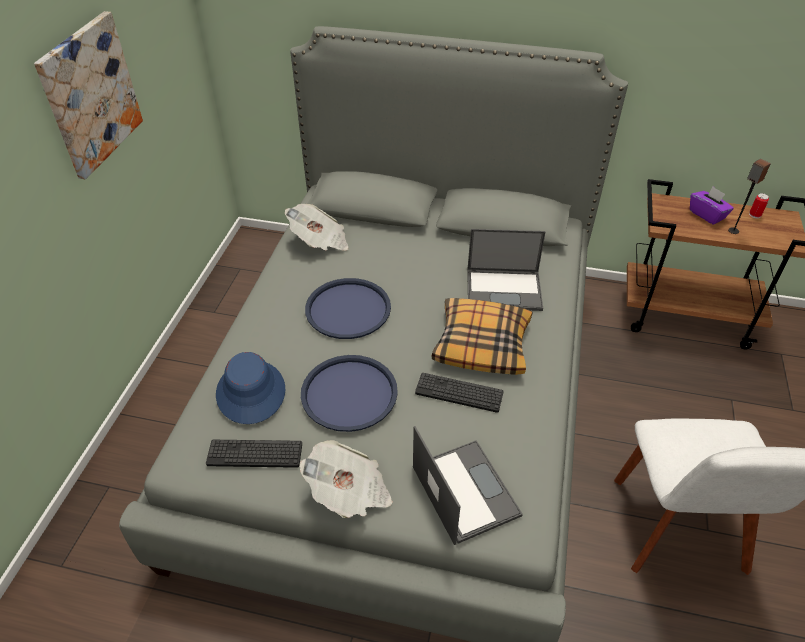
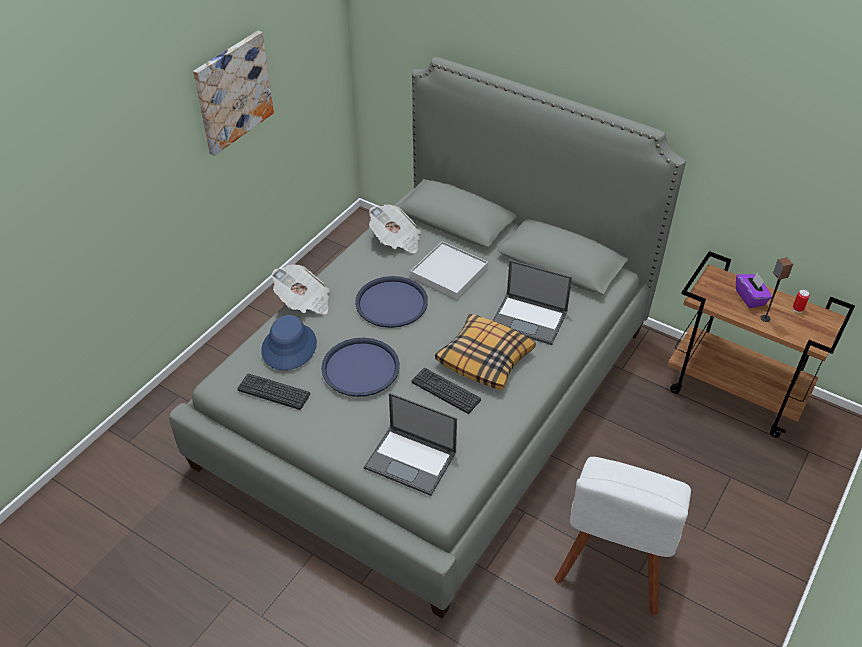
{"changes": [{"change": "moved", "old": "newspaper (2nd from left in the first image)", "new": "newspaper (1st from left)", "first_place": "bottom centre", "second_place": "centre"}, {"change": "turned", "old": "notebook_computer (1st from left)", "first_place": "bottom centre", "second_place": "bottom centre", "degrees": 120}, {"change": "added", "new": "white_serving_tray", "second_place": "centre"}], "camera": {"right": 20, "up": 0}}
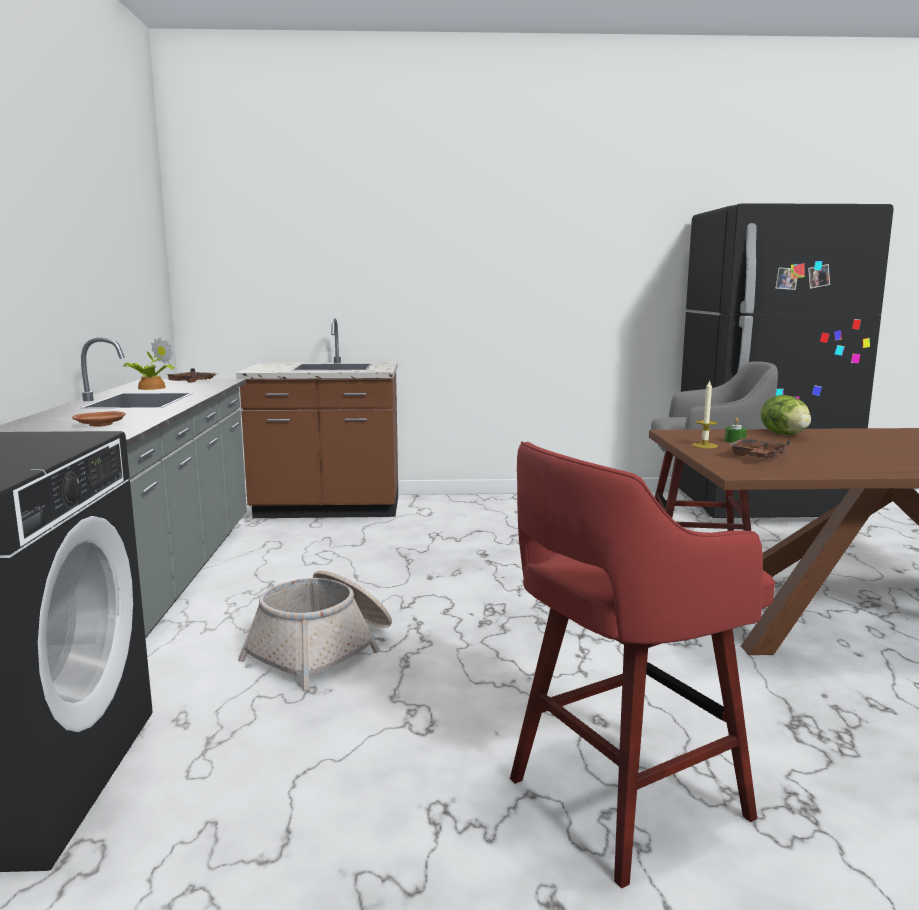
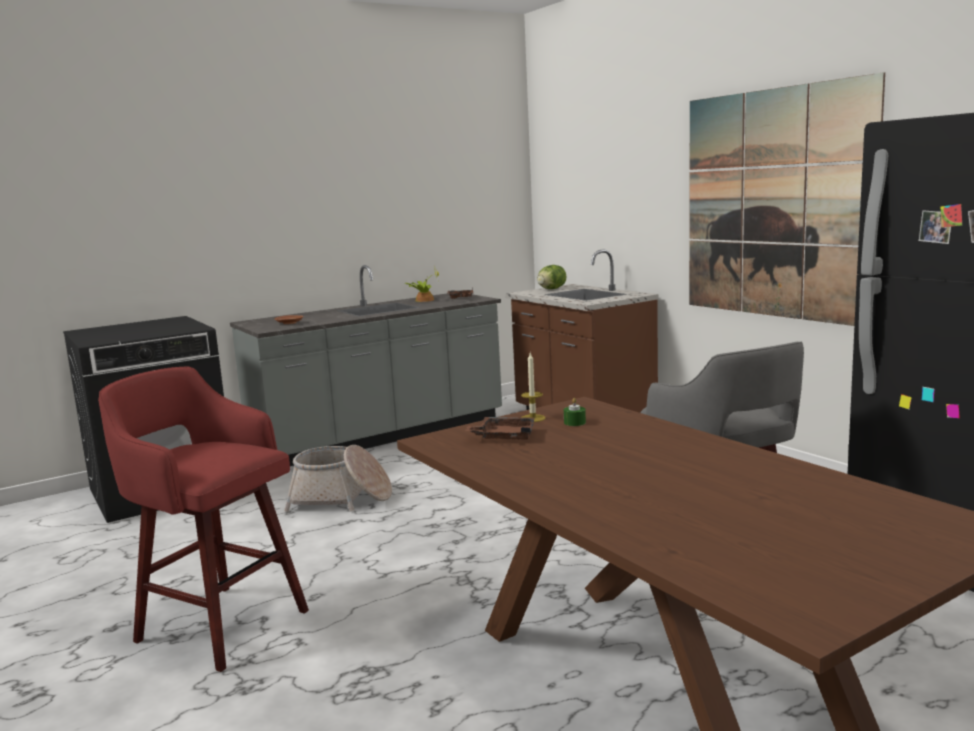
{"changes": [{"change": "moved", "old": "lettuce", "first_place": "middle right", "second_place": "centre"}, {"change": "added", "new": "picture", "second_place": "top right"}], "camera": {"right": 60, "up": 0}}
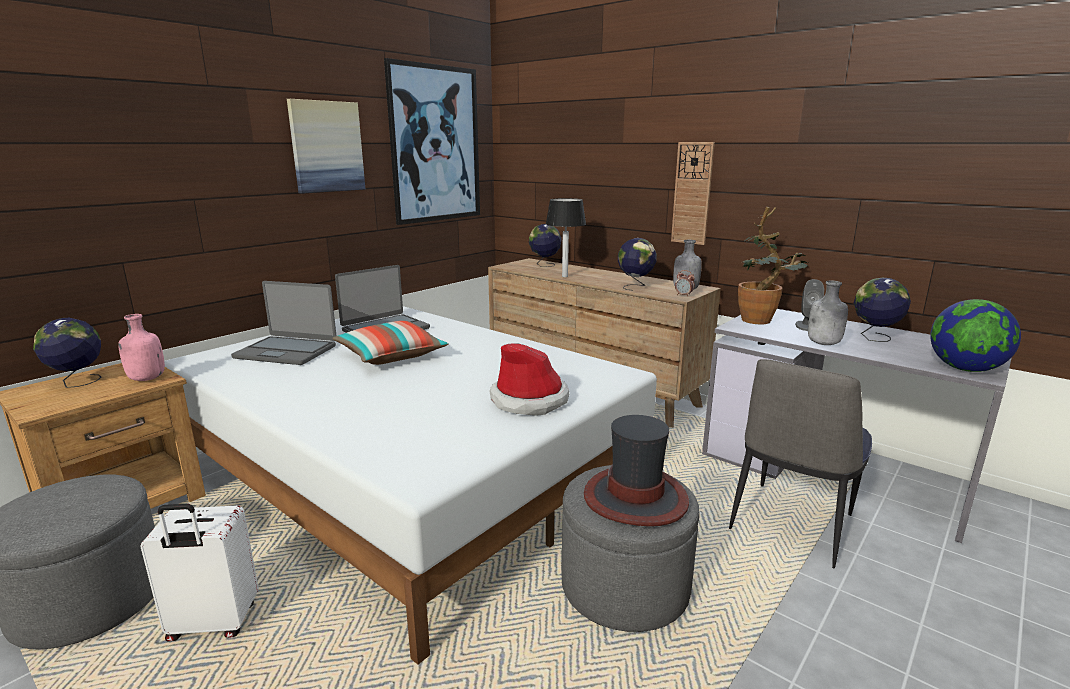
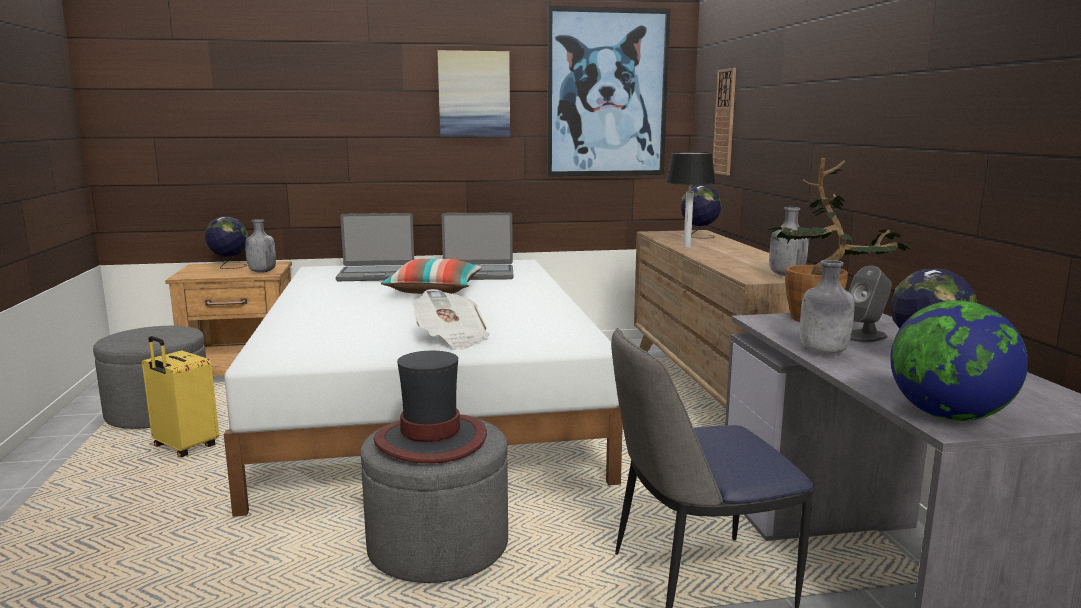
{"changes": [{"change": "recoloured", "old": "pink_beverage_bottle", "new": "grey_beverage_bottle (1st from left)", "first_place": "middle left", "second_place": "middle left"}, {"change": "recoloured", "old": "white_suitcase", "new": "yellow-coloured_suitcase", "first_place": "bottom left", "second_place": "middle left"}, {"change": "turned", "old": "notebook_computer (1st from left)", "first_place": "middle left", "second_place": "centre", "degrees": -60}, {"change": "replaced", "old": "clothing_hat (1st from left)", "new": "newspaper", "first_place": "centre", "second_place": "centre"}, {"change": "removed", "old": "globe (3rd from left)", "first_place": "centre"}, {"change": "moved", "old": "clock_on_the_wall", "first_place": "top centre", "second_place": "top right"}, {"change": "removed", "old": "bedside_clock", "first_place": "centre"}], "camera": {"right": 40, "up": -5}}
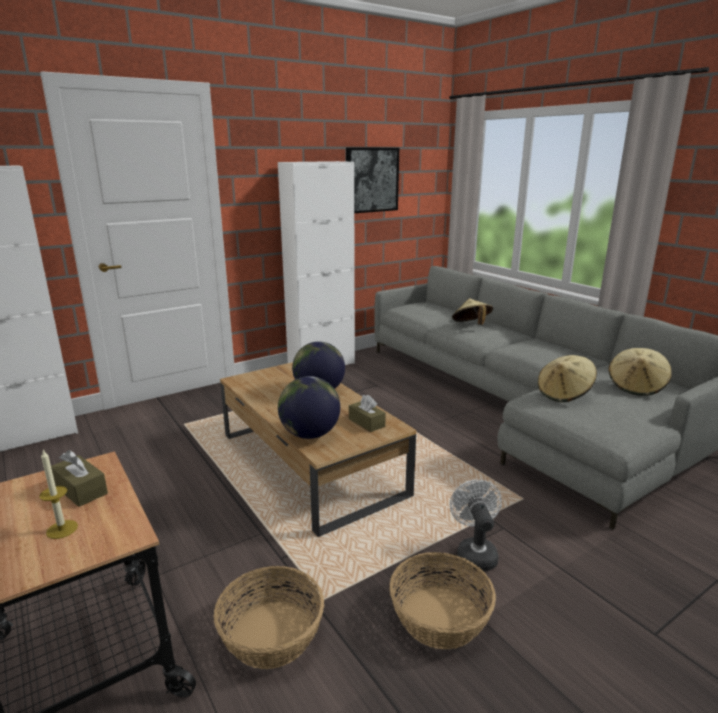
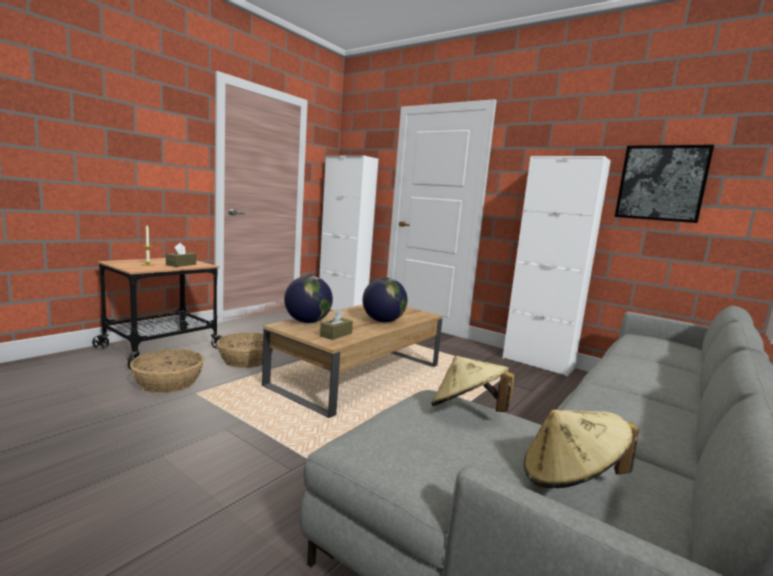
{"changes": [{"change": "moved", "old": "basket (2nd from left)", "first_place": "bottom centre", "second_place": "middle left"}, {"change": "removed", "old": "white_fan", "first_place": "bottom centre"}, {"change": "removed", "old": "beige-coloured_clothing_hat (1st from left)", "first_place": "centre"}], "camera": {"right": 70, "up": -10}}
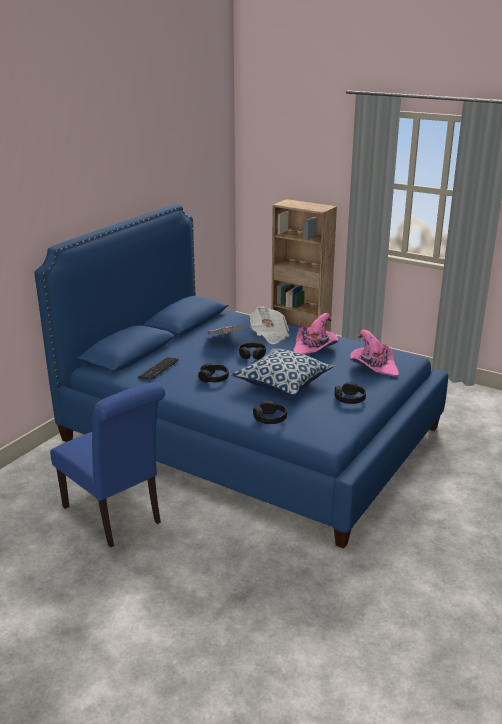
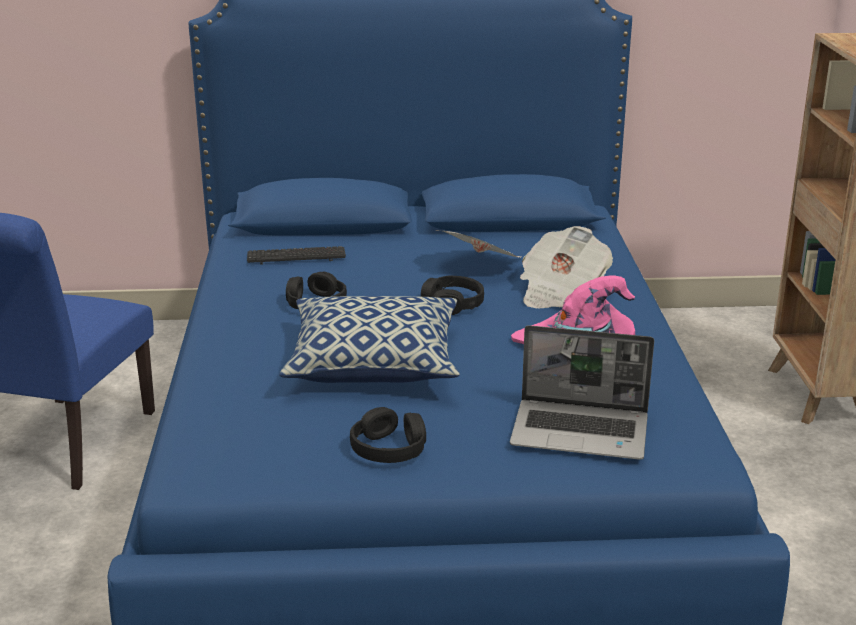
{"changes": [{"change": "removed", "old": "black-coloured_headset (3rd from left)", "first_place": "centre"}, {"change": "replaced", "old": "pink_clothing_hat (2nd from left)", "new": "notebook_computer", "first_place": "middle right", "second_place": "middle right"}], "camera": {"right": 55, "up": 0}}
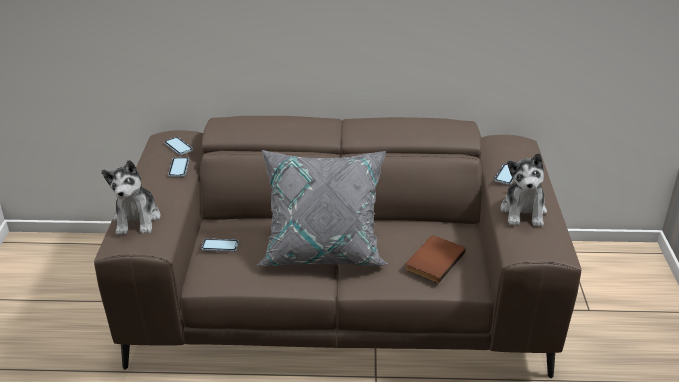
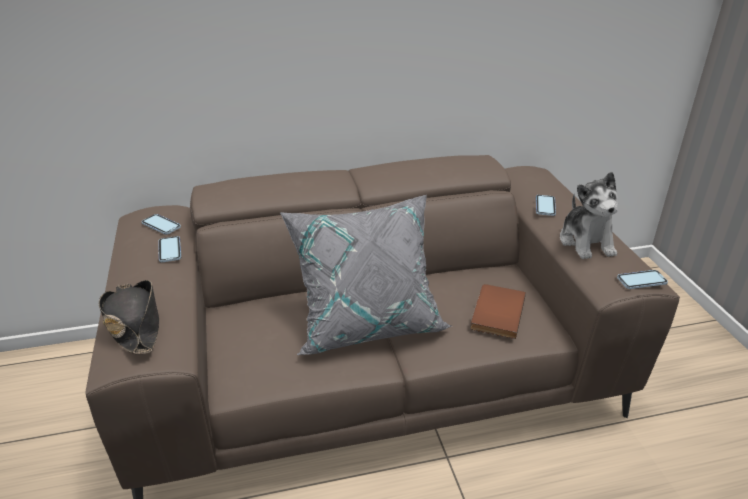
{"changes": [{"change": "replaced", "old": "soft_toy (1st from left)", "new": "black-coloured_clothing_hat", "first_place": "middle left", "second_place": "middle left"}, {"change": "moved", "old": "telephone (3rd from left in the first image)", "new": "telephone (4th from left)", "first_place": "middle left", "second_place": "middle right"}], "camera": {"right": -15, "up": 0}}
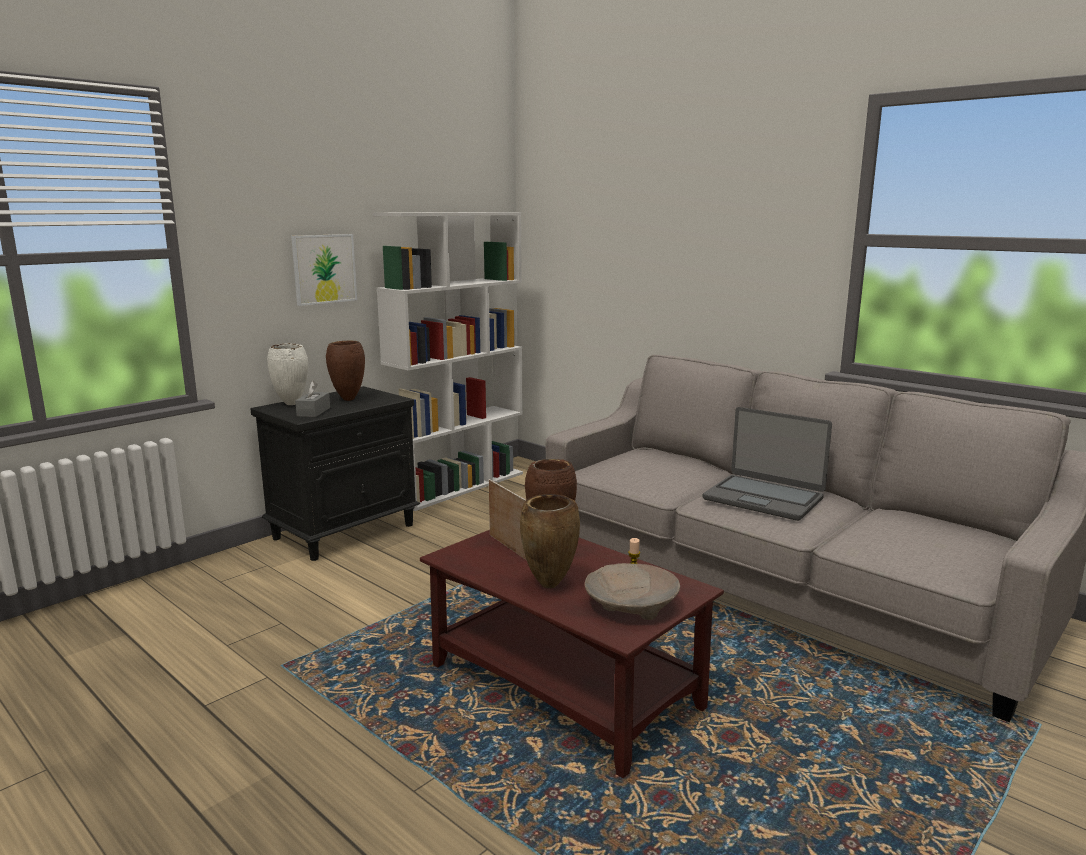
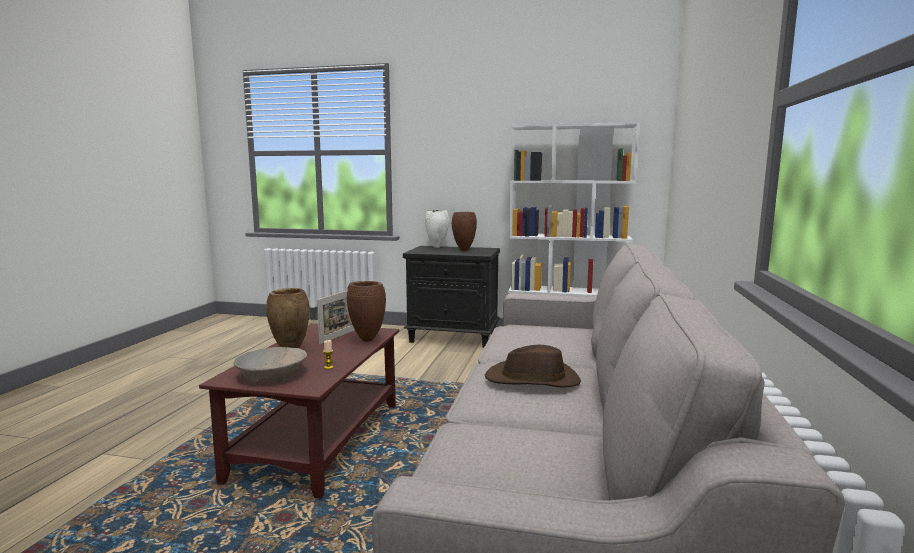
{"changes": [{"change": "removed", "old": "picture", "first_place": "top left"}, {"change": "removed", "old": "grey_box_of_tissues", "first_place": "middle left"}, {"change": "replaced", "old": "notebook_computer", "new": "brown_clothing_hat", "first_place": "middle right", "second_place": "centre"}], "camera": {"right": 60, "up": -5}}
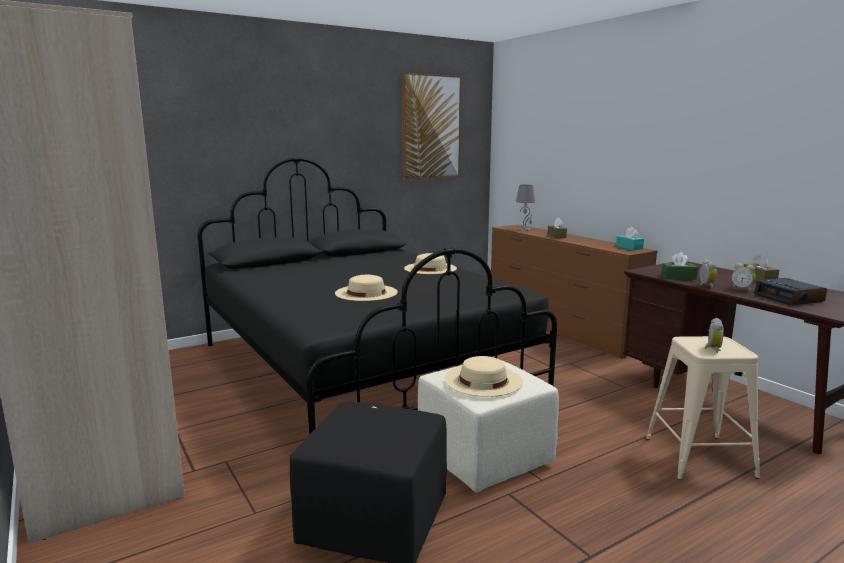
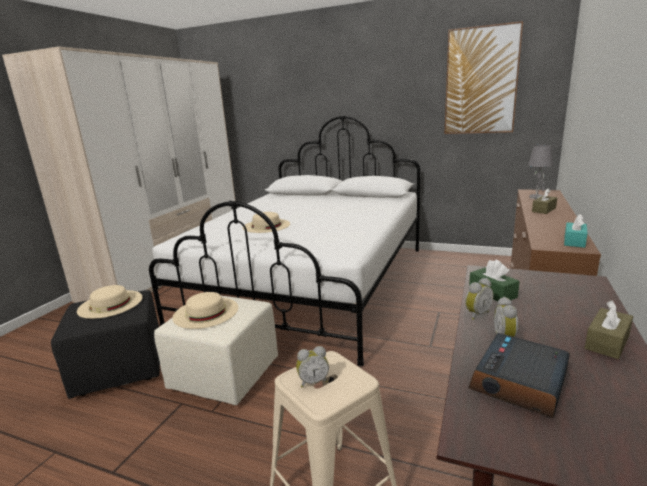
{"changes": [{"change": "recoloured", "old": "black-coloured_sleeping_bed", "new": "white_sleeping_bed", "first_place": "centre", "second_place": "centre"}, {"change": "moved", "old": "beige-coloured_clothing_hat (2nd from left in the first image)", "new": "beige-coloured_clothing_hat (1st from left)", "first_place": "centre", "second_place": "middle left"}], "camera": {"right": 55, "up": 5}}
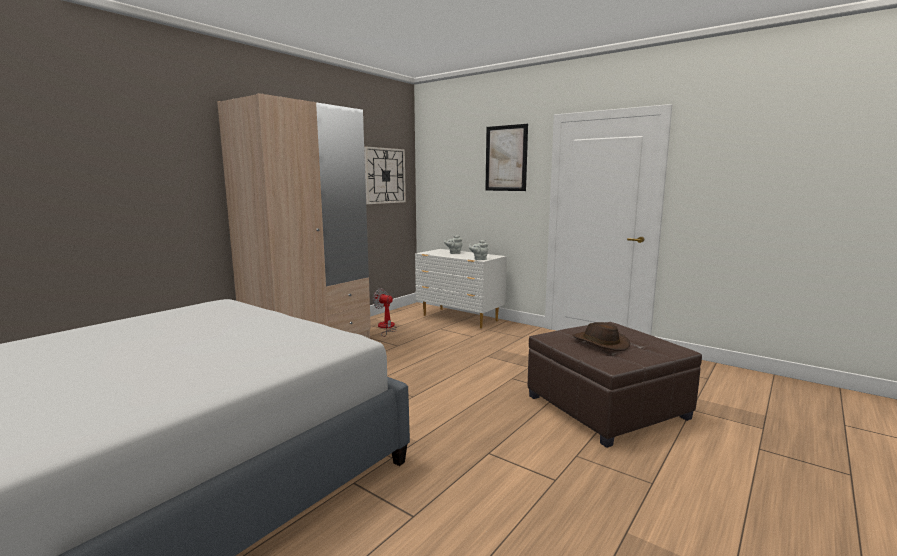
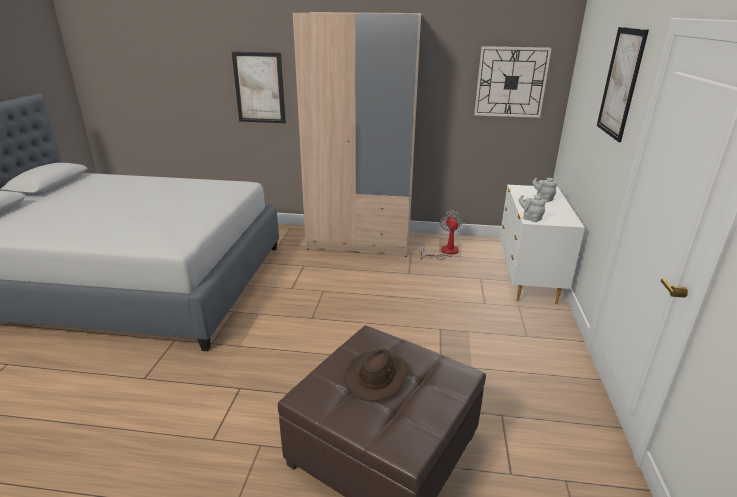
{"changes": [{"change": "added", "new": "picture (1st from left)", "second_place": "top centre"}], "camera": {"right": 60, "up": 15}}
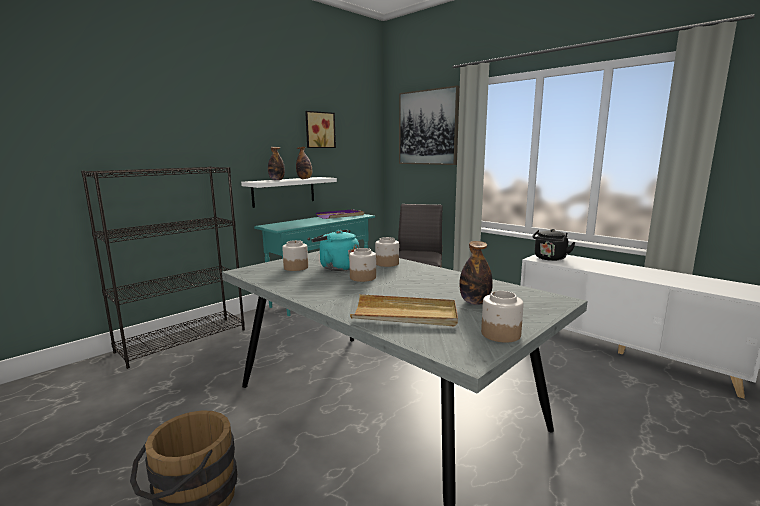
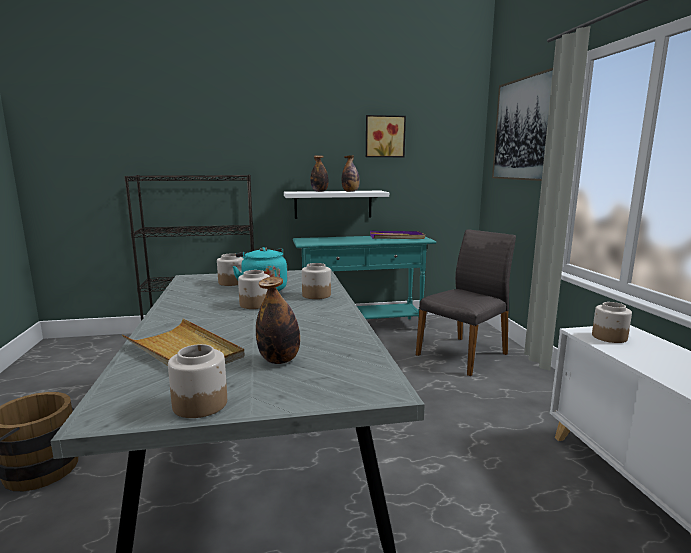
{"changes": [{"change": "replaced", "old": "black-coloured_tea_kettle", "new": "jar (5th from left)", "first_place": "middle right", "second_place": "middle right"}], "camera": {"right": 35, "up": 0}}
